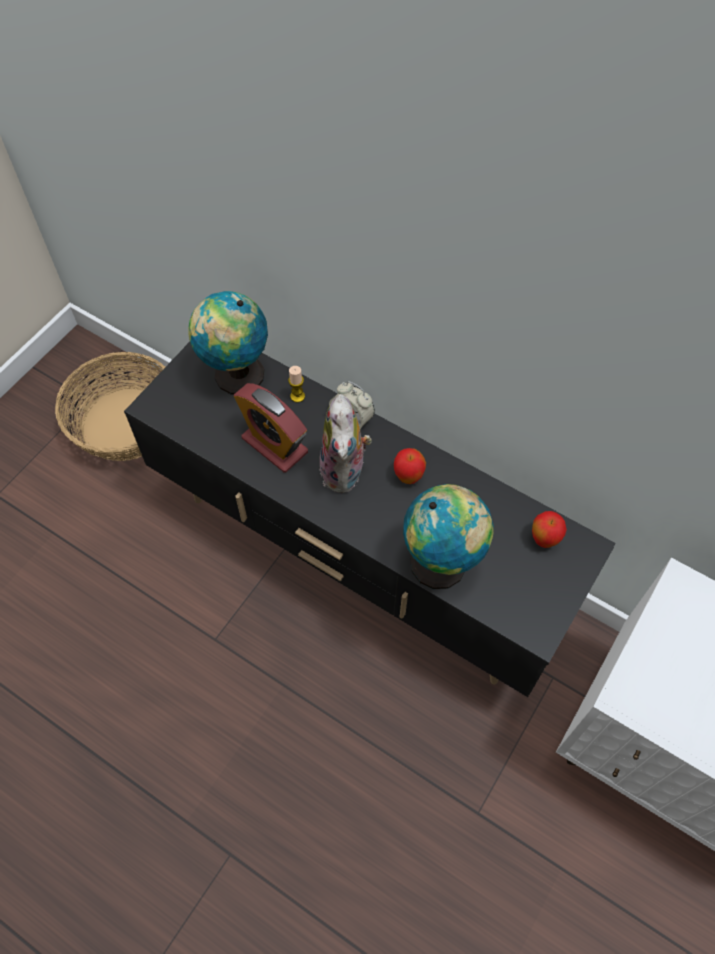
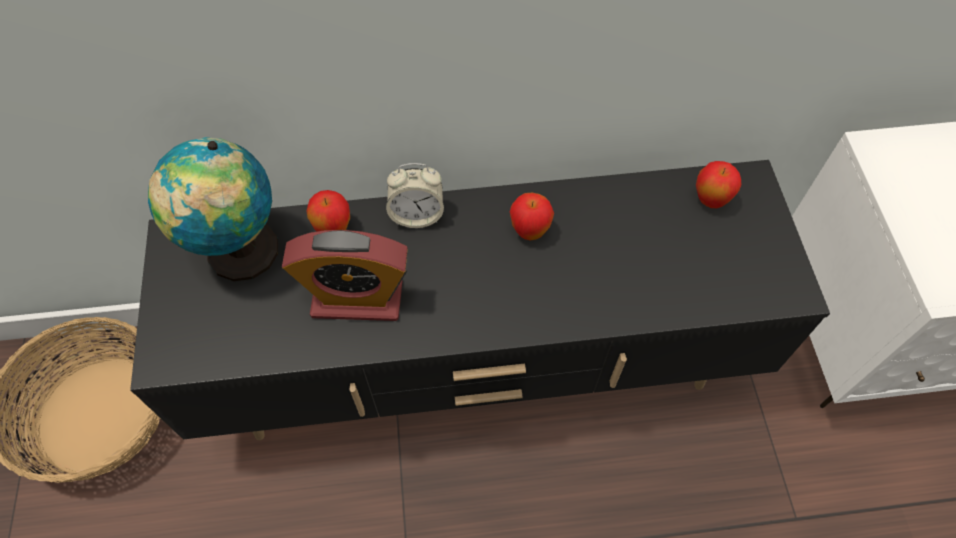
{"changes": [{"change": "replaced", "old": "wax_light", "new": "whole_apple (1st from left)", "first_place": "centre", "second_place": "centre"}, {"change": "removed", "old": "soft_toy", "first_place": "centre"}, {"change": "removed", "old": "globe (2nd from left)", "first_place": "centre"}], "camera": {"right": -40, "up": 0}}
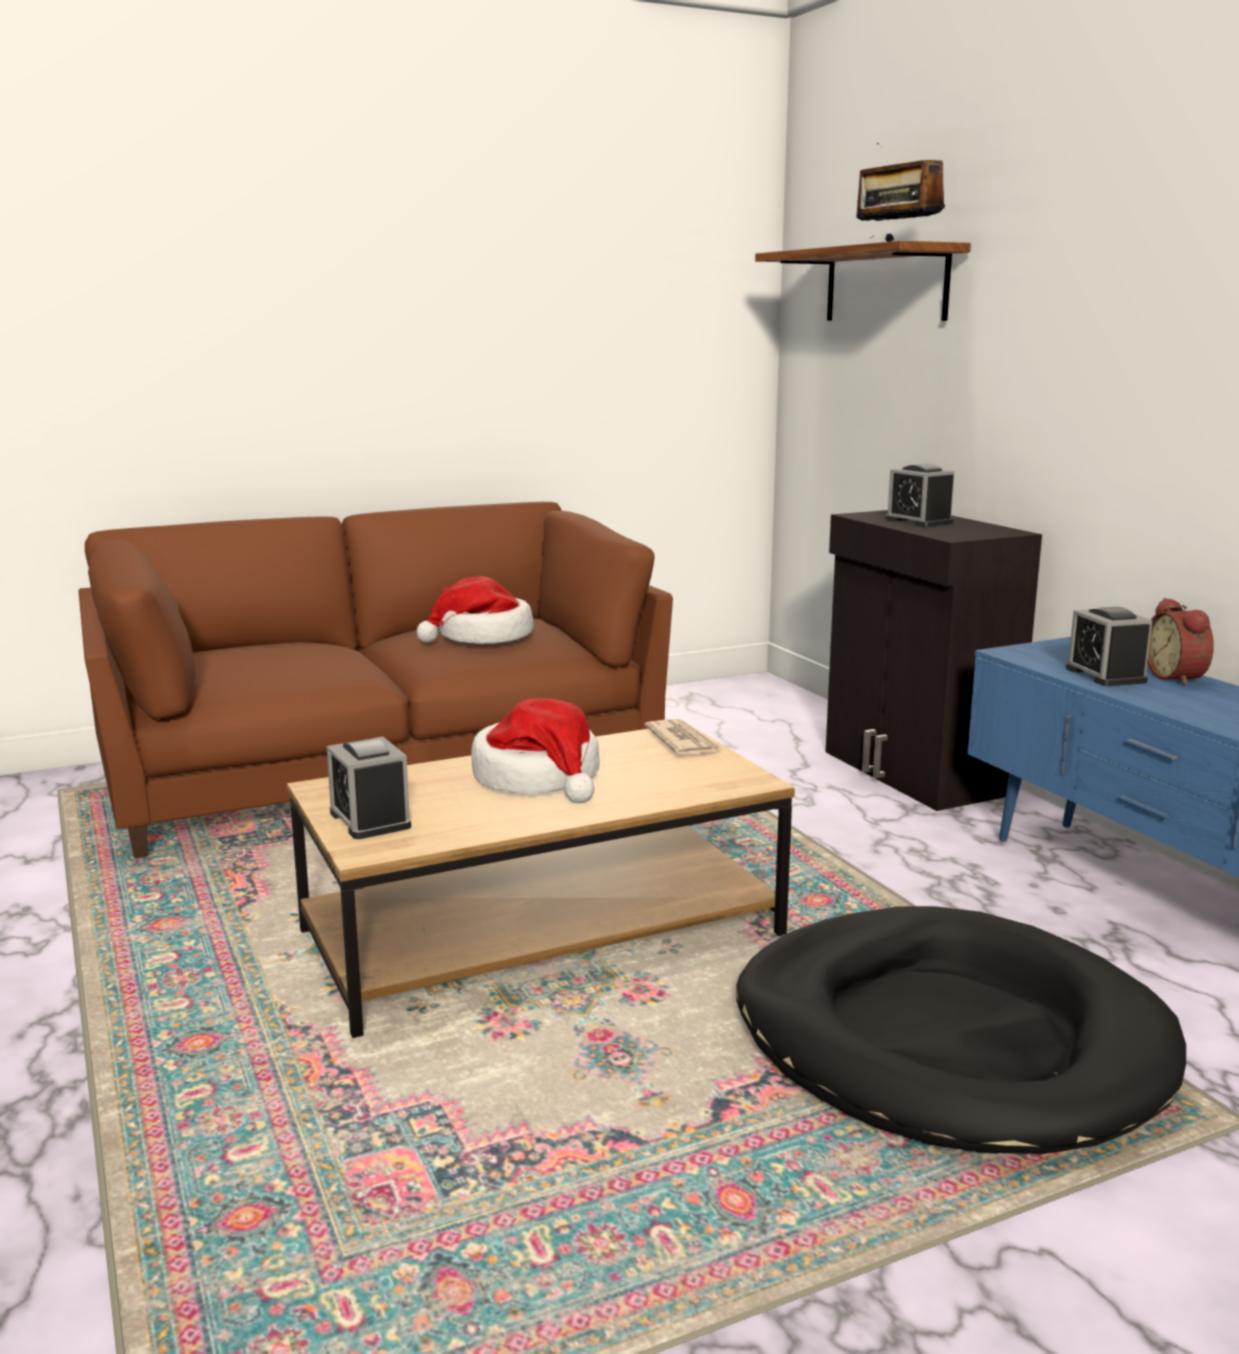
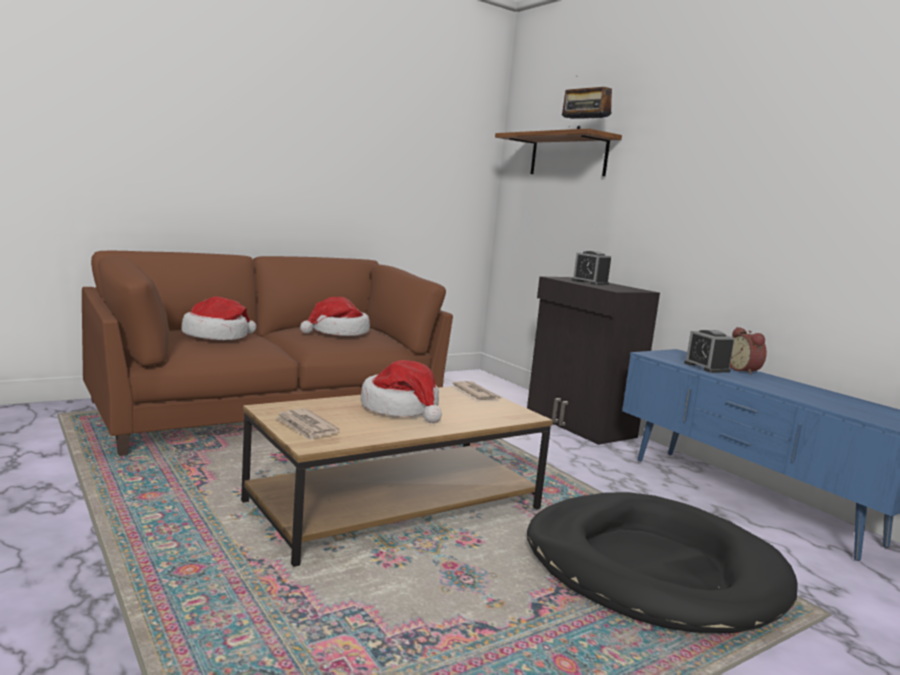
{"changes": [{"change": "replaced", "old": "bedside_clock (1st from left)", "new": "newspaper (1st from left)", "first_place": "middle left", "second_place": "centre"}, {"change": "added", "new": "clothing_hat (1st from left)", "second_place": "middle left"}], "camera": {"right": -10, "up": -5}}
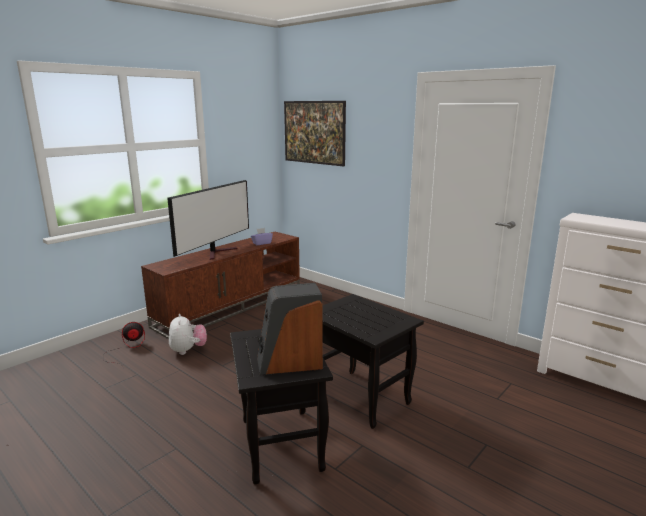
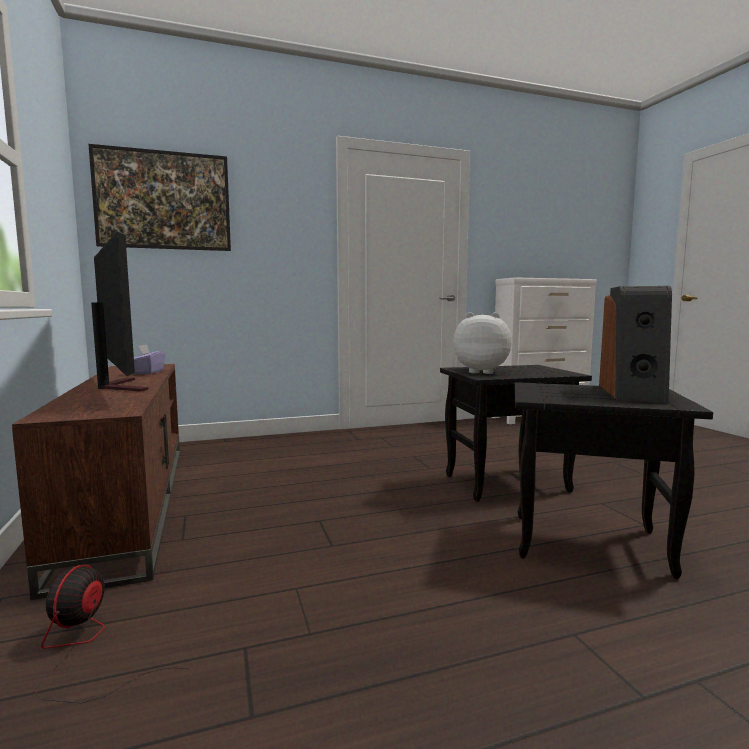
{"changes": [{"change": "moved", "old": "soft_toy", "first_place": "middle left", "second_place": "centre"}], "camera": {"right": -60, "up": -10}}
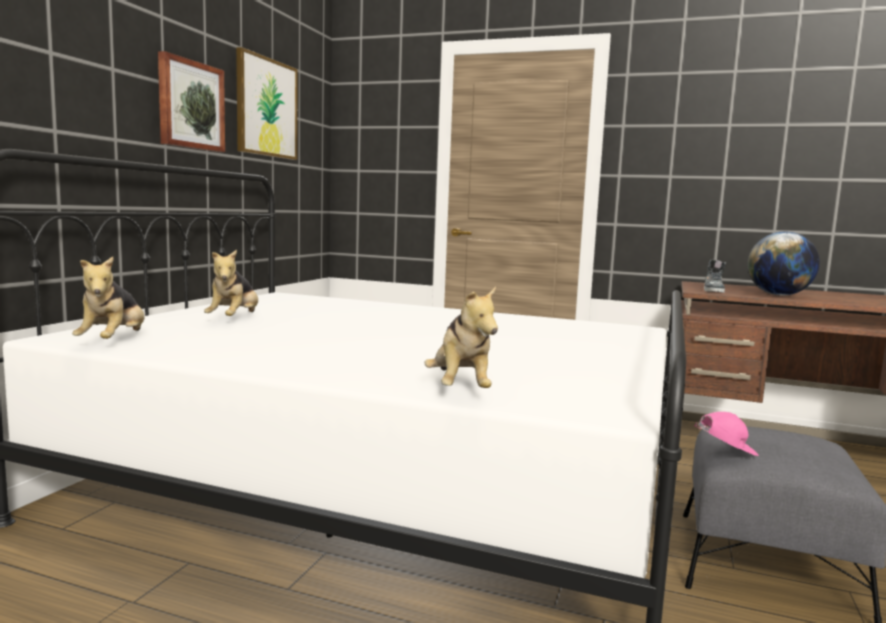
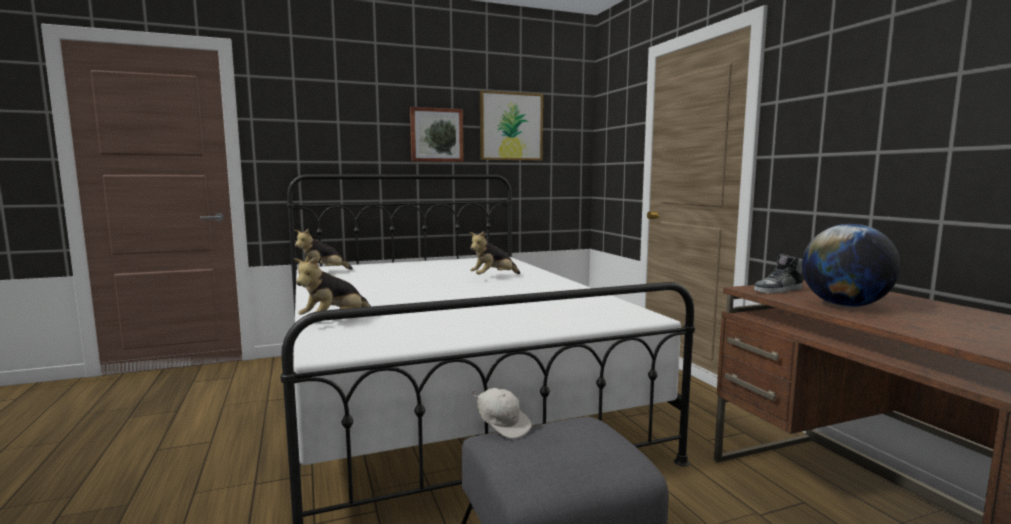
{"changes": [{"change": "moved", "old": "soft_toy (2nd from left in the first image)", "new": "soft_toy (3rd from left)", "first_place": "middle left", "second_place": "centre"}, {"change": "recoloured", "old": "pink_peaked_cap", "new": "white_peaked_cap", "first_place": "bottom right", "second_place": "bottom centre"}], "camera": {"right": 50, "up": 0}}
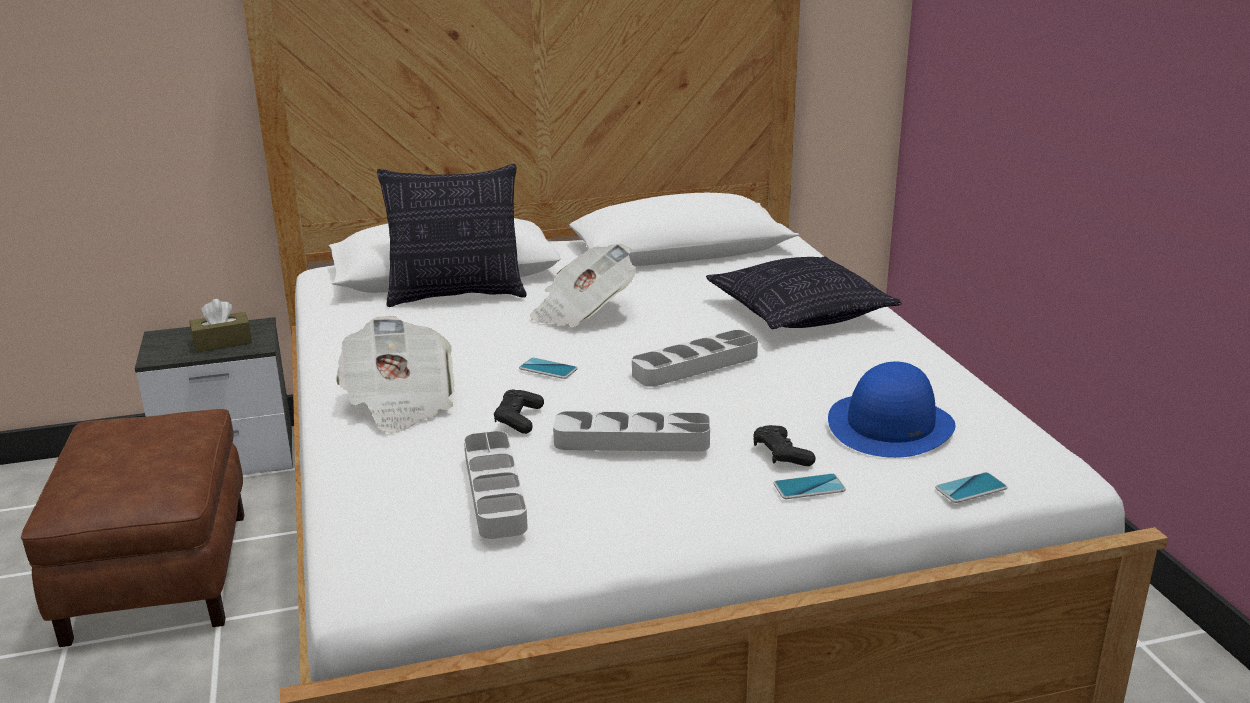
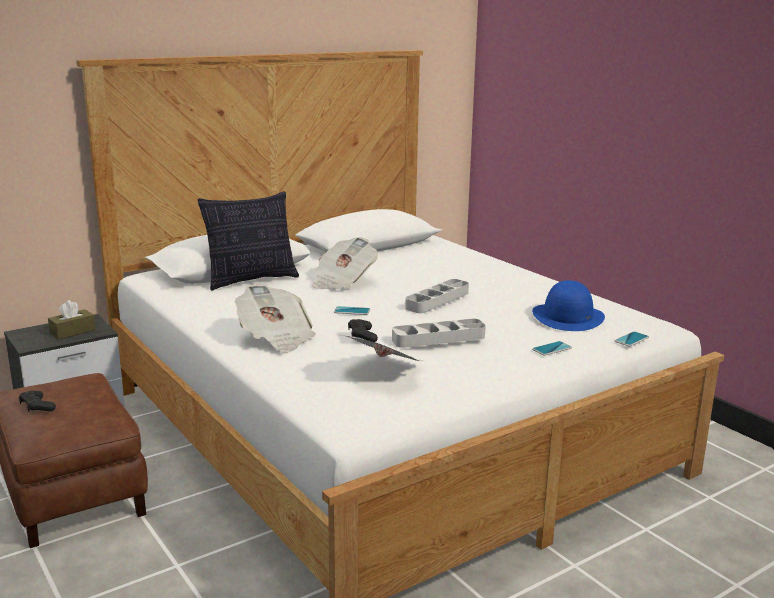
{"changes": [{"change": "replaced", "old": "grey_serving_tray (1st from left)", "new": "newspaper (3rd from left)", "first_place": "bottom centre", "second_place": "centre"}, {"change": "removed", "old": "throw_pillow (2nd from left)", "first_place": "centre"}, {"change": "moved", "old": "black-coloured_joypad (2nd from left in the first image)", "new": "black-coloured_joypad (1st from left)", "first_place": "centre", "second_place": "bottom left"}], "camera": {"right": -20, "up": -5}}
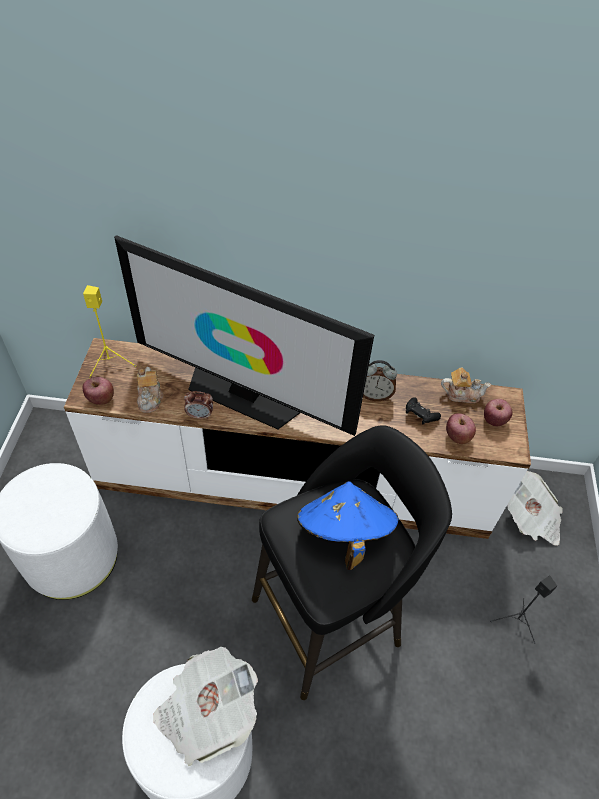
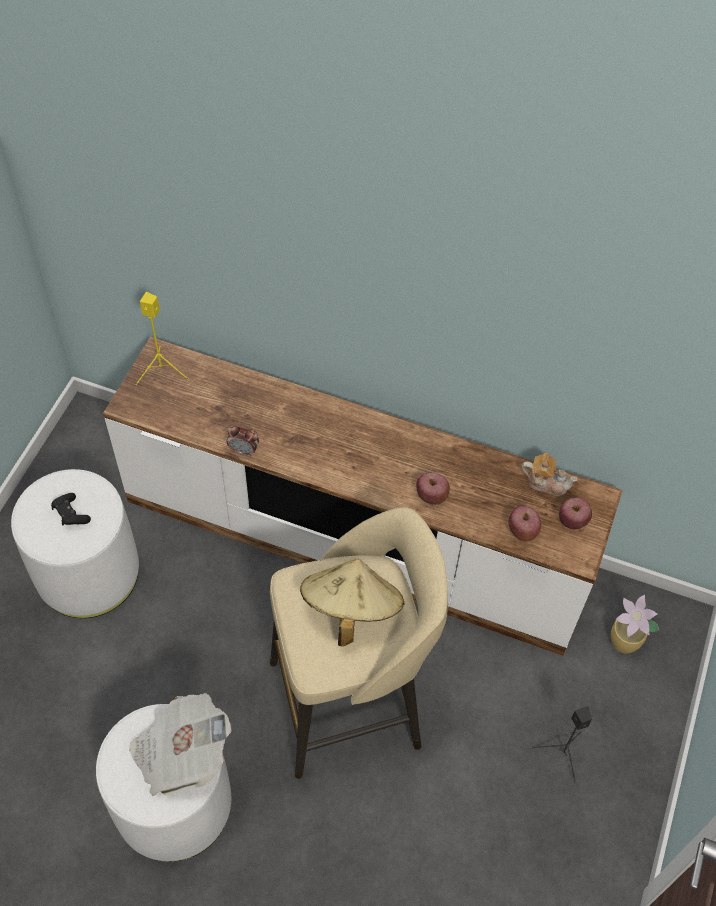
{"changes": [{"change": "moved", "old": "whole_apple (1st from left)", "first_place": "middle left", "second_place": "centre"}, {"change": "removed", "old": "TV_set", "first_place": "centre"}, {"change": "removed", "old": "pot_for_tea (1st from left)", "first_place": "middle left"}, {"change": "recoloured", "old": "black-coloured_sitting_stool", "new": "beige-coloured_sitting_stool", "first_place": "bottom centre", "second_place": "bottom centre"}, {"change": "recoloured", "old": "bluish_clothing_hat", "new": "beige-coloured_clothing_hat", "first_place": "centre", "second_place": "centre"}, {"change": "removed", "old": "bedside_clock (2nd from left)", "first_place": "centre"}, {"change": "moved", "old": "black-coloured_joypad", "first_place": "middle right", "second_place": "middle left"}, {"change": "replaced", "old": "newspaper (2nd from left)", "new": "plant_in_a_pot", "first_place": "middle right", "second_place": "bottom right"}], "camera": {"right": 15, "up": 5}}
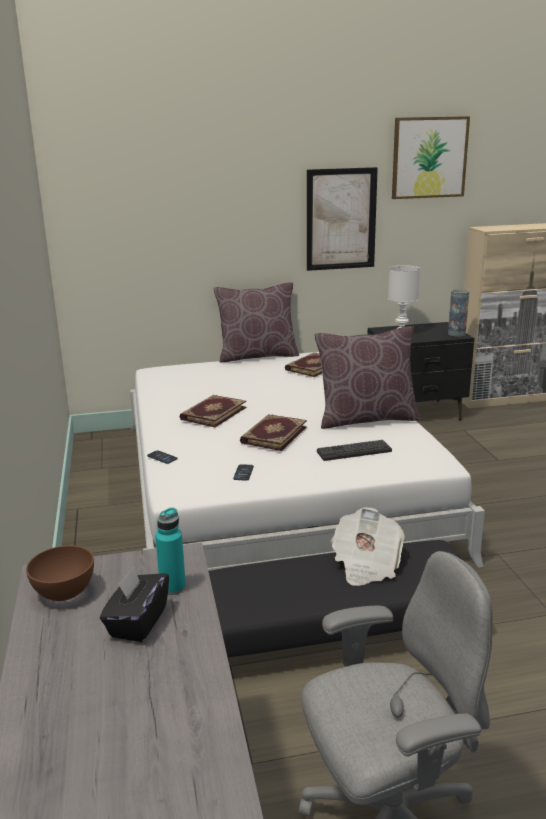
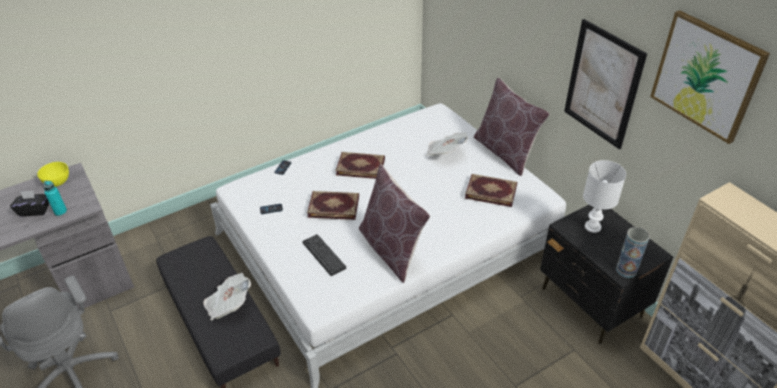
{"changes": [{"change": "recoloured", "old": "brown_serving_bowl", "new": "yellow-coloured_serving_bowl", "first_place": "bottom left", "second_place": "middle left"}, {"change": "added", "new": "newspaper (2nd from left)", "second_place": "centre"}], "camera": {"right": 70, "up": 20}}
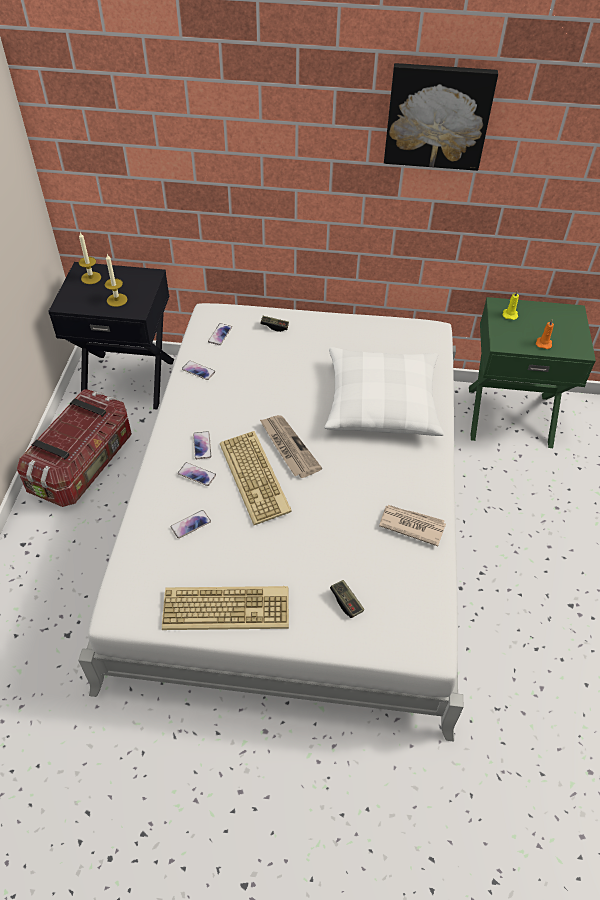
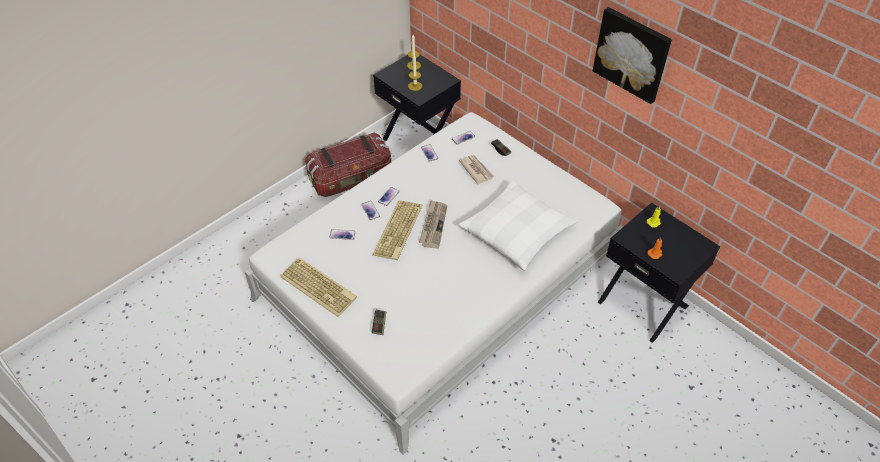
{"changes": [{"change": "moved", "old": "newspaper (2nd from left)", "first_place": "middle right", "second_place": "centre"}, {"change": "recoloured", "old": "green_bedside_table", "new": "black-coloured_bedside_table (2nd from left)", "first_place": "middle right", "second_place": "middle right"}], "camera": {"right": 40, "up": 0}}
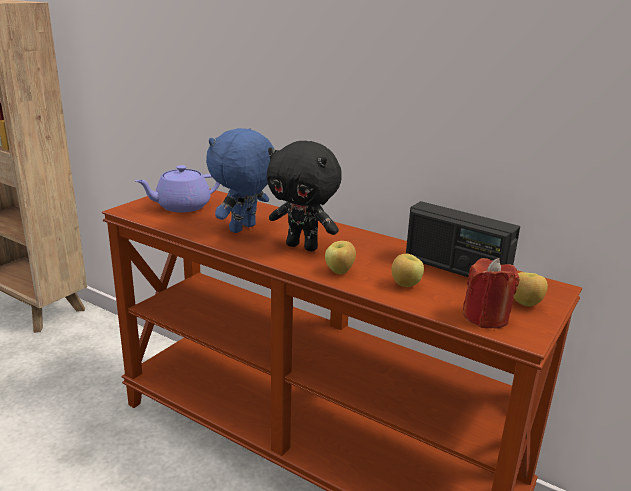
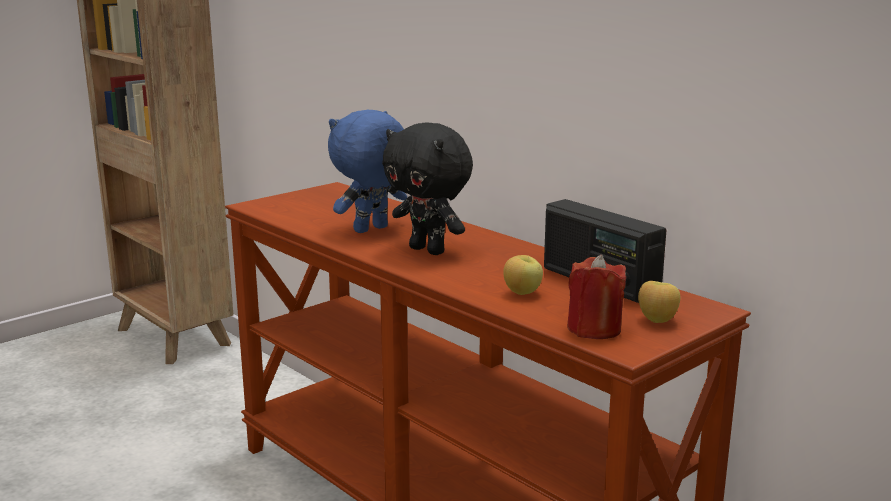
{"changes": [{"change": "removed", "old": "purple_pot_for_tea", "first_place": "middle left"}, {"change": "removed", "old": "whole_apple (1st from left)", "first_place": "centre"}], "camera": {"right": 15, "up": -5}}
